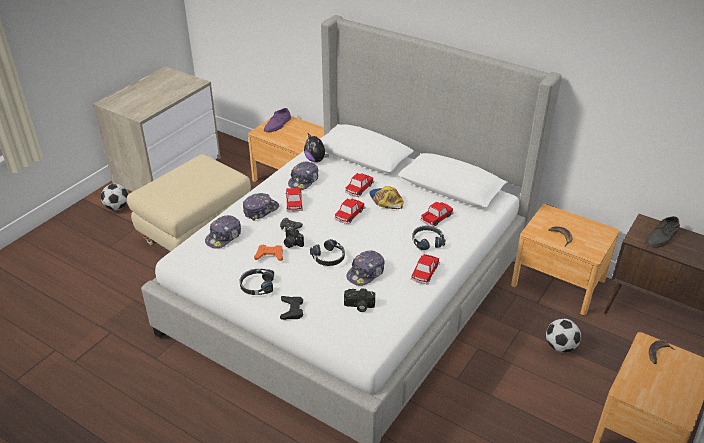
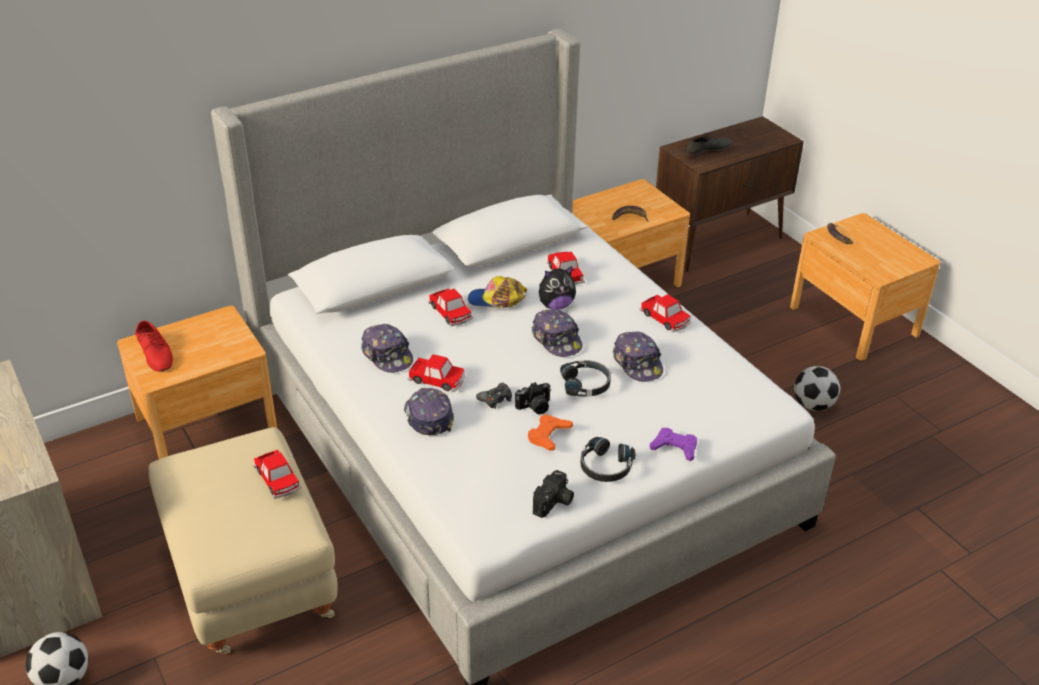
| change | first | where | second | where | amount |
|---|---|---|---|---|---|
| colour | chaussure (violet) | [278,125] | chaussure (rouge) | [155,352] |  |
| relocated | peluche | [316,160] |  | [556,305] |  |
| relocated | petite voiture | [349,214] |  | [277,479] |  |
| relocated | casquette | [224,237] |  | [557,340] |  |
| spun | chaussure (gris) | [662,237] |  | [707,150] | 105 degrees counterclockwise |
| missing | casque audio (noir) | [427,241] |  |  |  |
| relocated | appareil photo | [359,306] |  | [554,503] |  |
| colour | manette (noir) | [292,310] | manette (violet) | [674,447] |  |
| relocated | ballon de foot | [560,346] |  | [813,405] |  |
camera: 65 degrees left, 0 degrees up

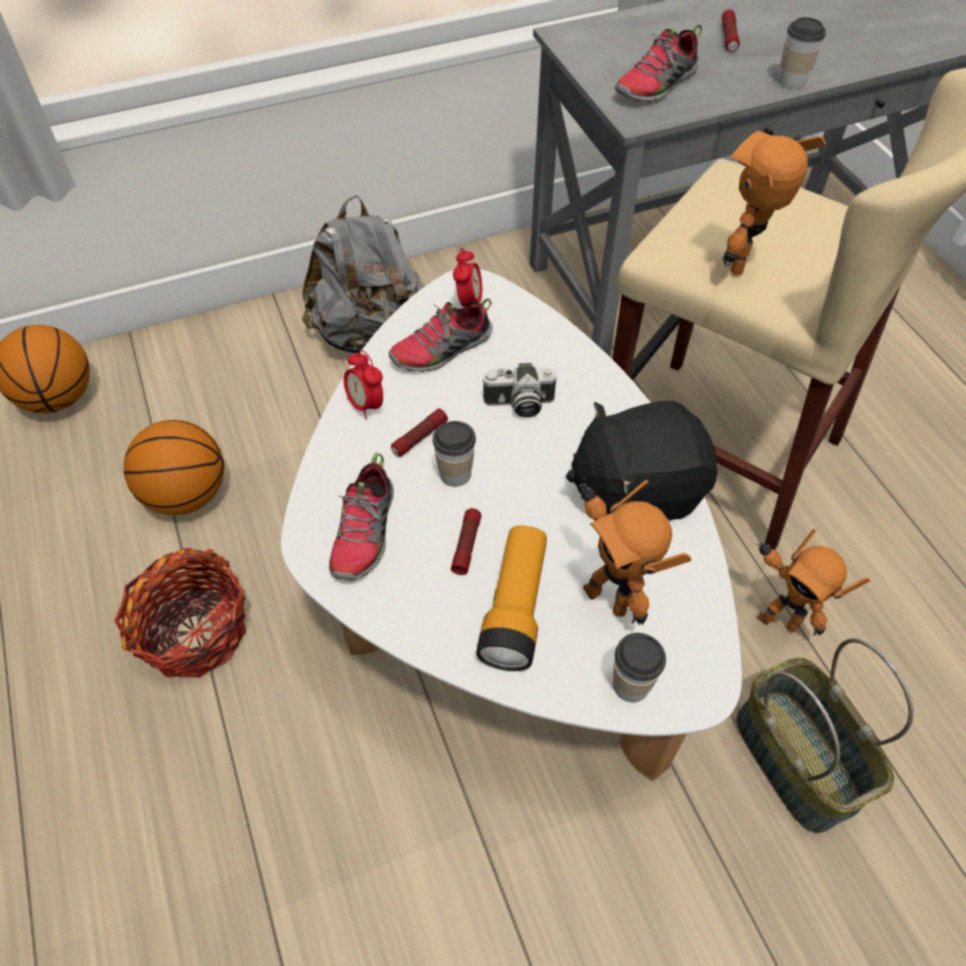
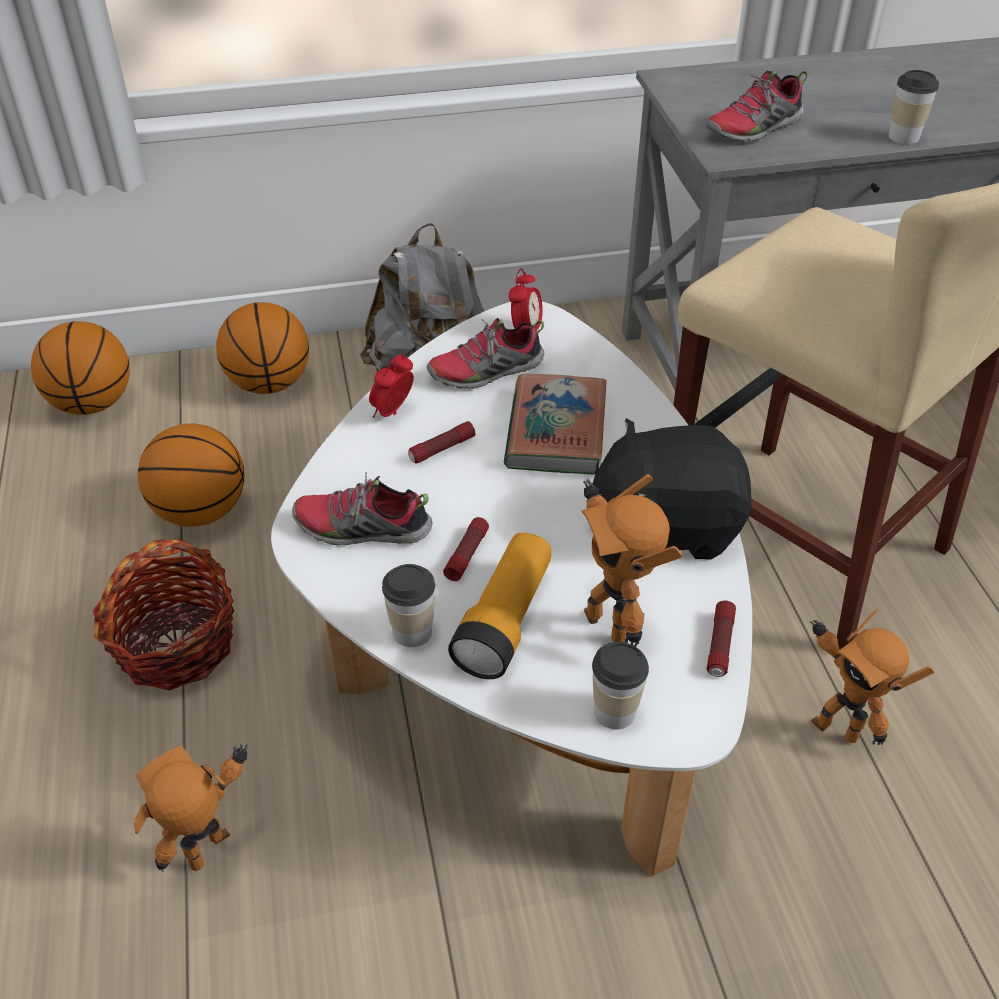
| change | first | where | second | where | amount |
|---|---|---|---|---|---|
| relocated | lampe de poche | [729,38] |  | [720,645] |  |
| relocated | robot jouet | [746,264] |  | [216,855] |  |
| spun | réveil | [366,405] |  | [393,412] | 60 degrees clockwise |
| exchanged | appareil photo | [518,404] | livre | [556,431] |  |
| relocated | tasse | [455,474] |  | [412,632] |  |
| spun | chaussure | [365,533] |  | [362,529] | 75 degrees clockwise |
| missing | panier | [798,760] |  |  |  |
| appeared |  |  | ballon de basket | [270,383] |  |
camera: 10 degrees right, 10 degrees down

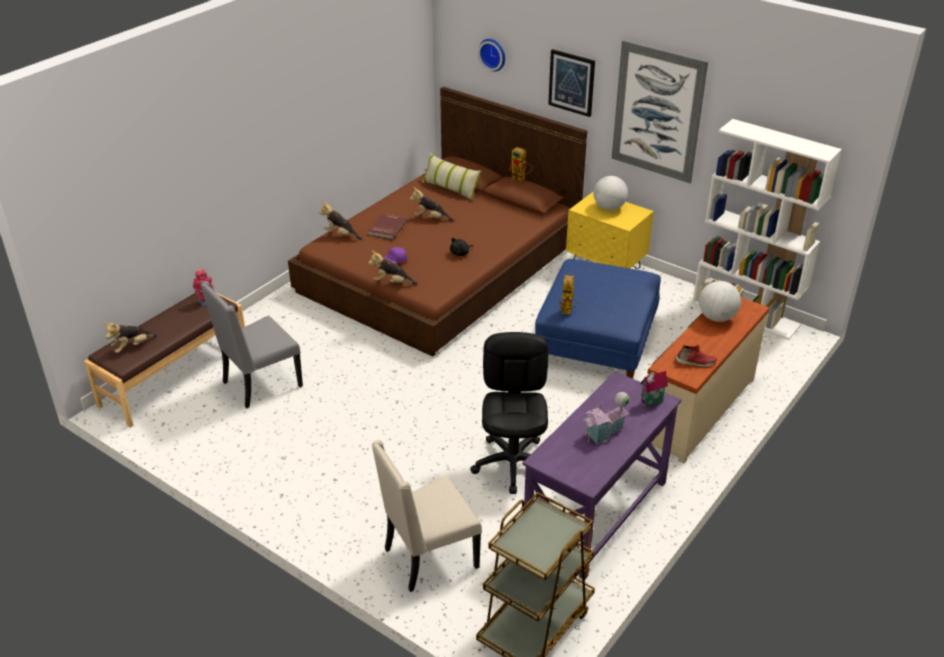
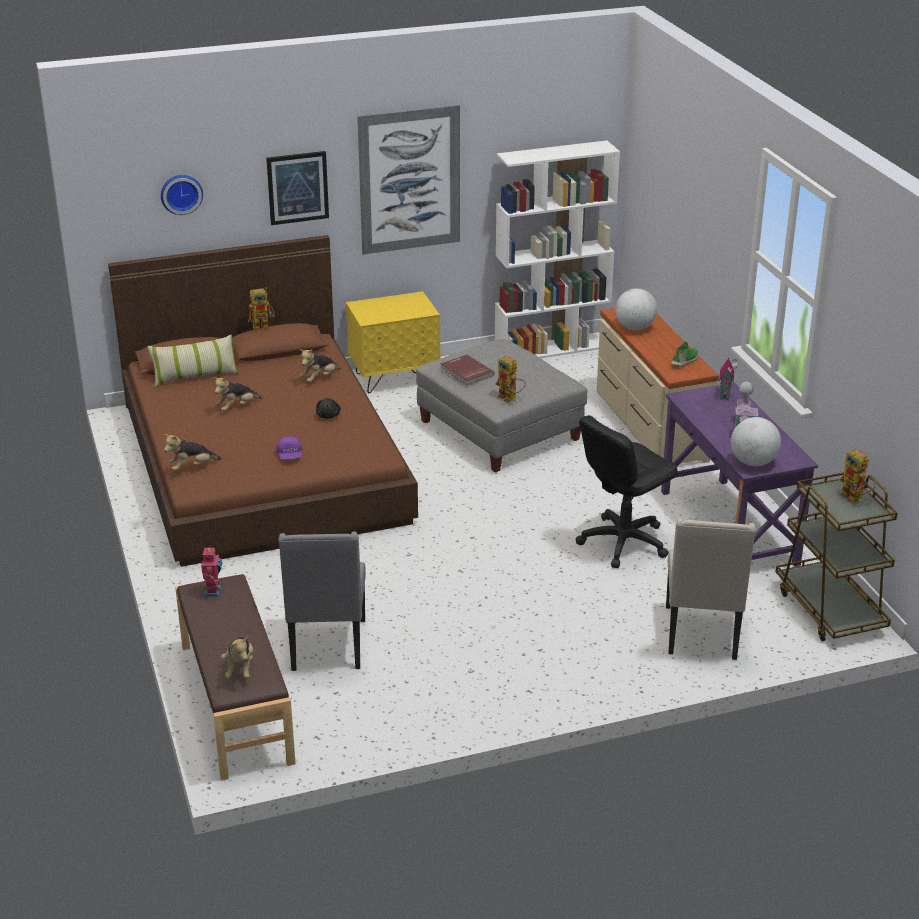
| change | first | where | second | where | amount |
|---|---|---|---|---|---|
| relocated | globe | [609,208] |  | [753,462] |  |
| relocated | livre (rouge) | [387,228] |  | [466,372] |  |
| relocated | peluche | [392,282] |  | [319,378] |  |
| colour | pouf (bleu) | [596,341] | pouf (gris) | [500,430] |  |
| spun | chaise de bureau (noir) | [513,463] |  | [623,542] | 75 degrees counterclockwise |
| colour | chaussure (rouge) | [695,363] | chaussure (vert) | [685,361] |  |
| appeared |  |  | robot jouet | [855,499] |  |
camera: 55 degrees left, 5 degrees down

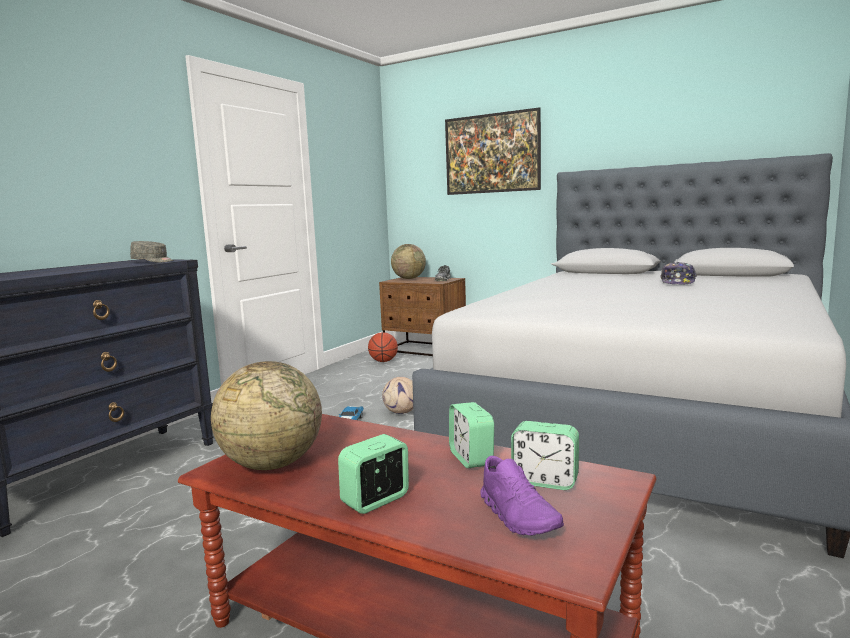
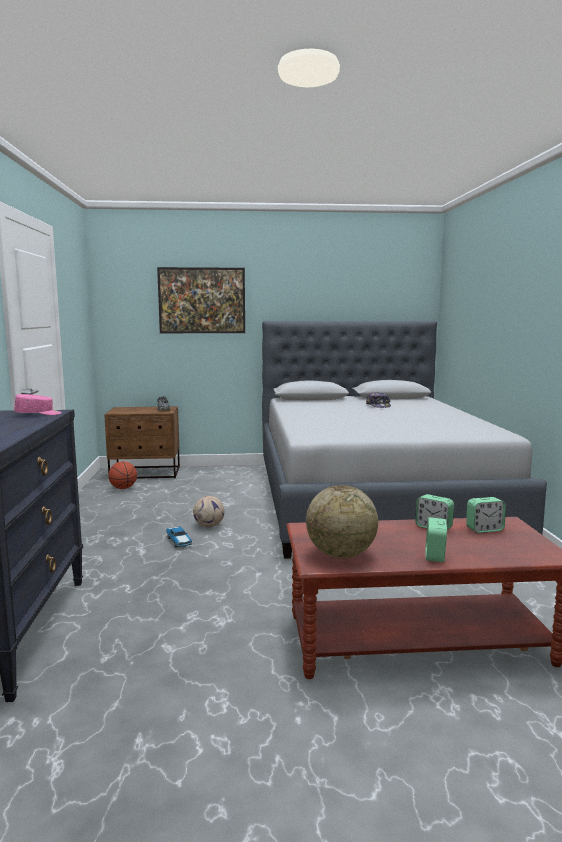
| change | first | where | second | where | amount |
|---|---|---|---|---|---|
| colour | casquette (gris) | [153,261] | casquette (rose) | [38,414] |  |
| missing | globe | [409,278] |  |  |  |
| missing | chaussure (violet) | [518,516] |  |  |  |
camera: 35 degrees left, 0 degrees up

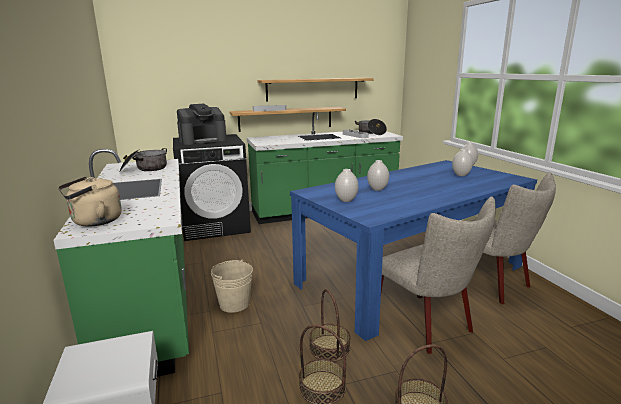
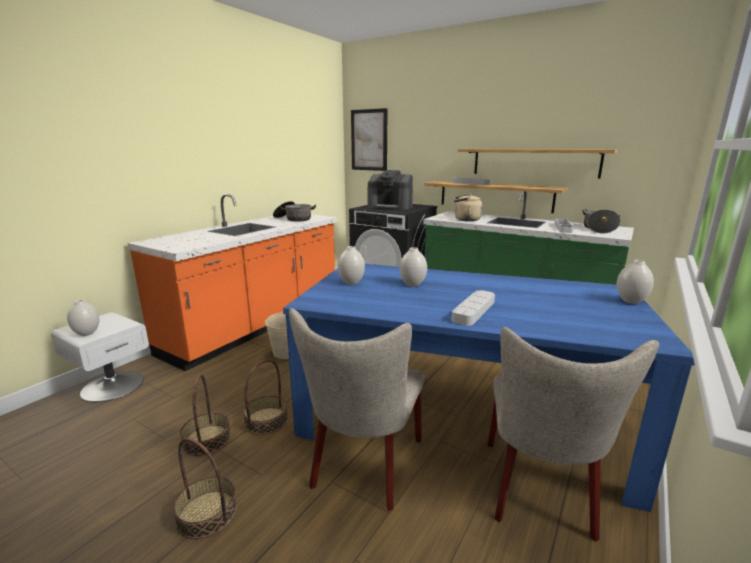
| change | first | where | second | where | amount |
|---|---|---|---|---|---|
| colour | comptoir de cuisine (vert) | [152,302] | comptoir de cuisine (orange) | [258,326] |  |
| relocated | vase (blanc) | [460,175] |  | [87,333] |  |
| relocated | bouilloire (beige) | [94,222] |  | [465,220] |  |
| appeared |  |  | tableau | [369,140] |  |
| appeared |  |  | plateau (gris) | [474,311] |  |
camera: 50 degrees right, 0 degrees up

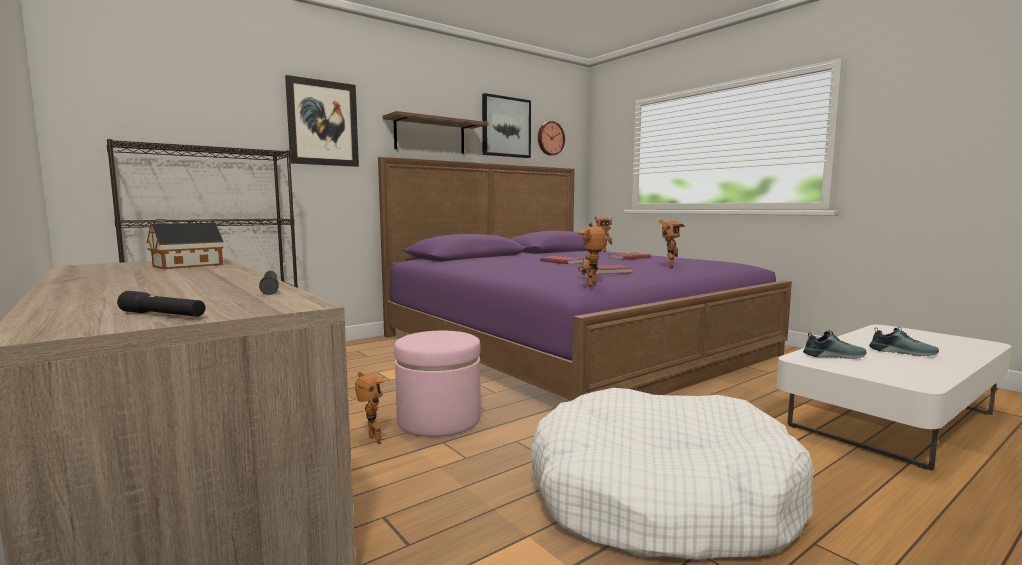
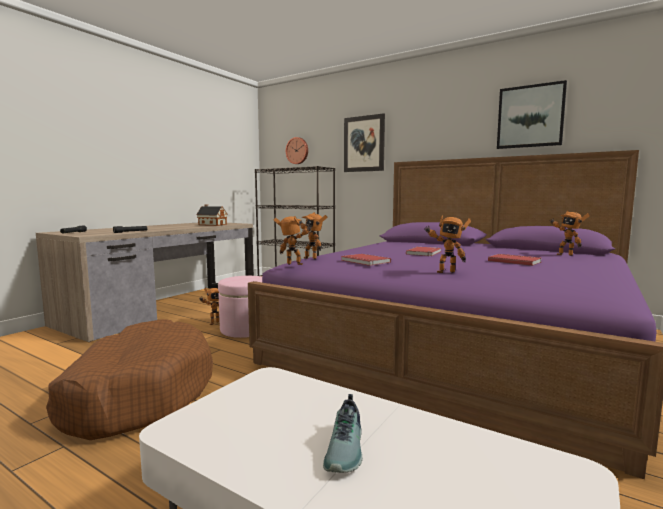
| change | first | where | second | where | amount |
|---|---|---|---|---|---|
| missing | étagère | [430,136] |  |  |  |
| relocated | horloge murale | [550,138] |  | [297,151] |  |
| missing | chaussure | [832,355] |  |  |  |
| colour | panier pour chien (blanc) | [661,499] | panier pour chien (marron) | [138,393] |  |
| appeared |  |  | robot jouet | [311,258] |  |
camera: 70 degrees right, 0 degrees up

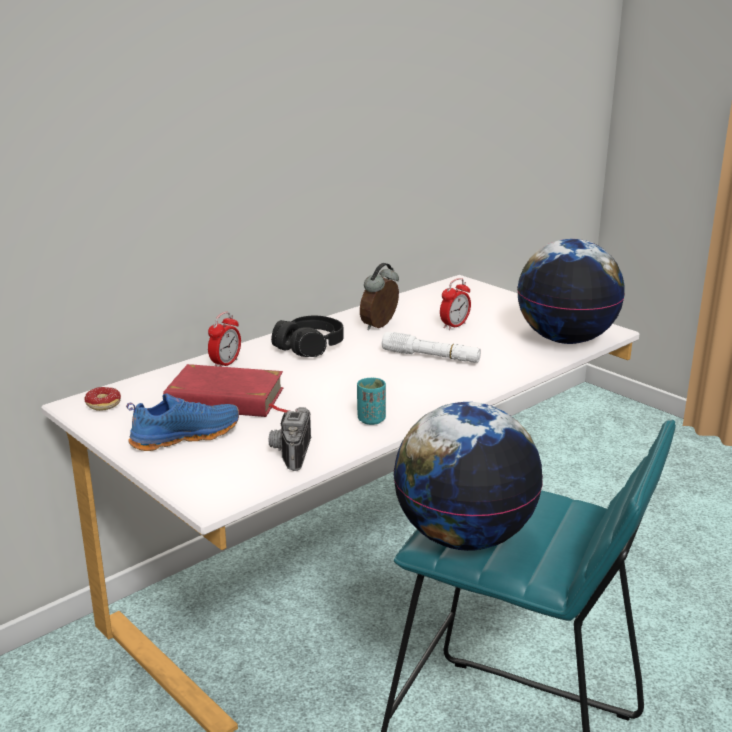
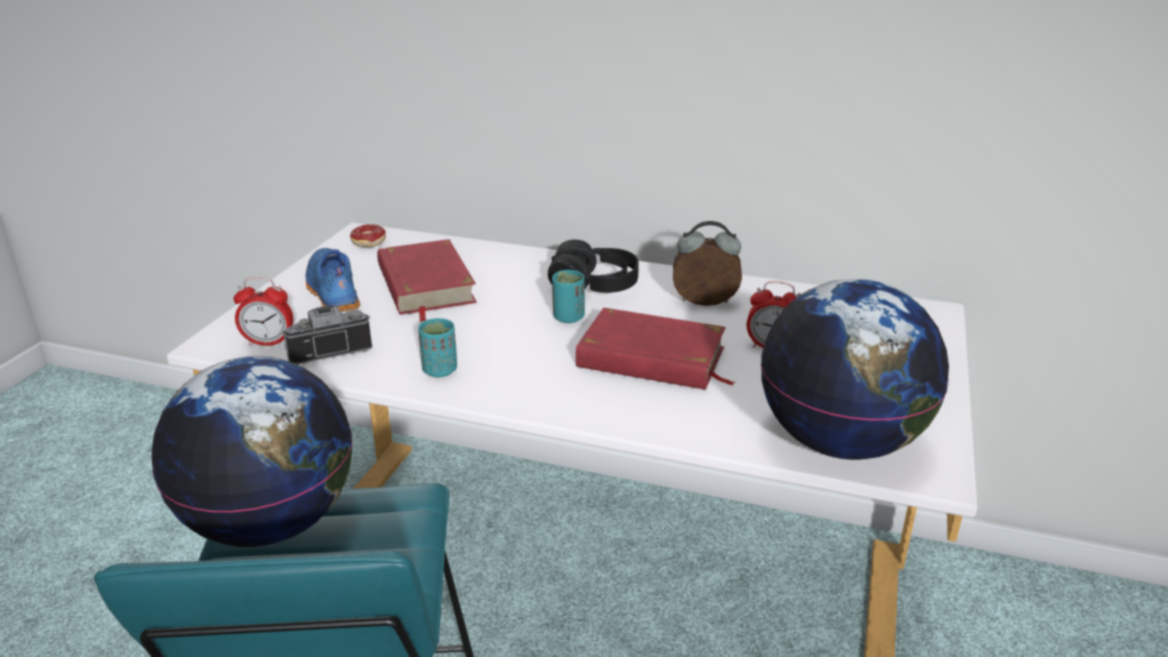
| change | first | where | second | where | amount |
|---|---|---|---|---|---|
| relocated | réveil | [225,364] |  | [269,342] |  |
| exchanged | lampe de poche (blanc) | [431,357] | livre (rouge) | [651,358] |  |
| spun | chaussure (bleu) | [185,436] |  | [331,292] | 150 degrees counterclockwise |
| appeared |  |  | tasse (turquoise) | [568,317] |  |
camera: 60 degrees right, 5 degrees up

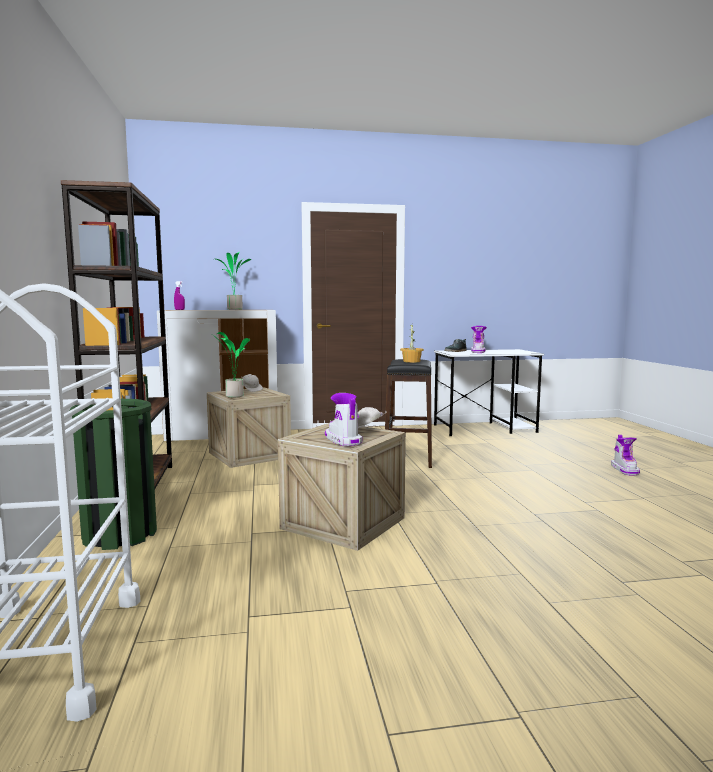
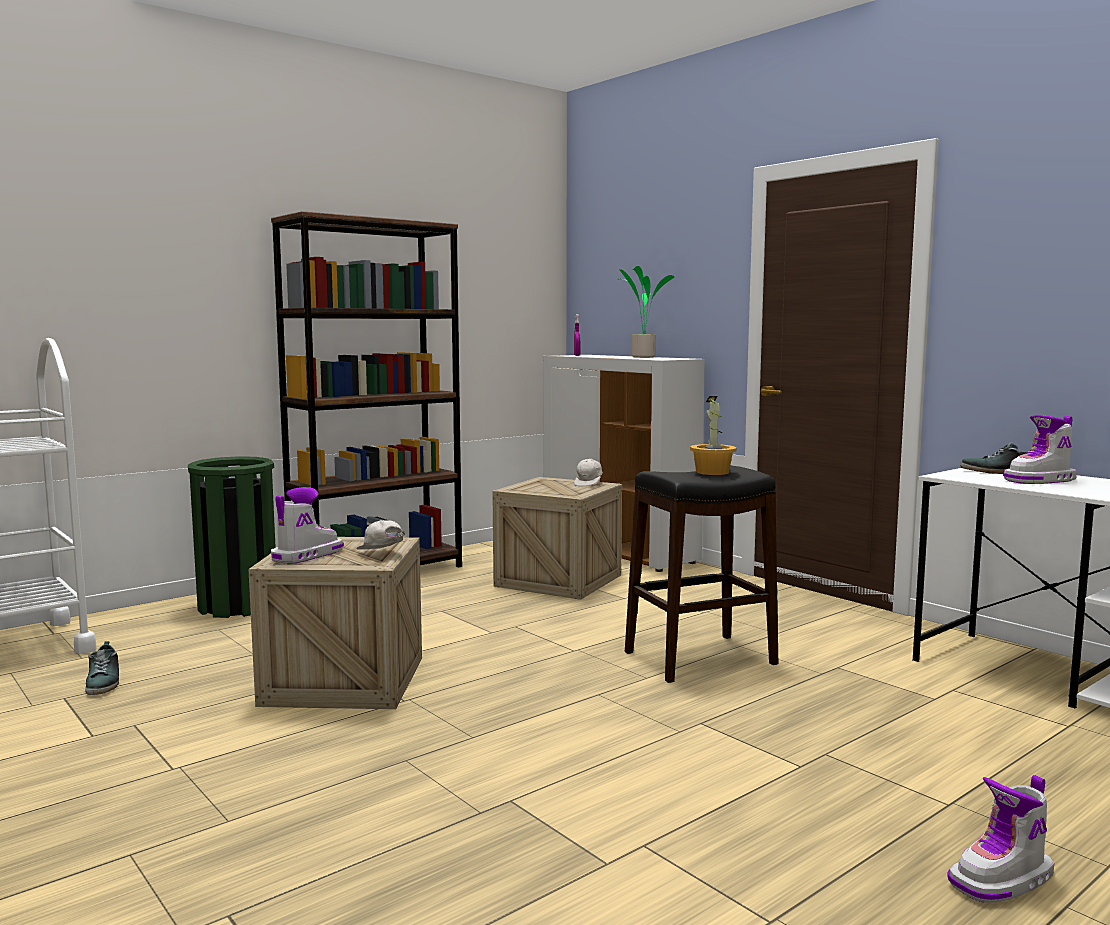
| change | first | where | second | where | amount |
|---|---|---|---|---|---|
| missing | plante en pot | [233,396] |  |  |  |
| appeared |  |  | chaussure | [104,682] |  |
camera: 60 degrees right, 0 degrees up

